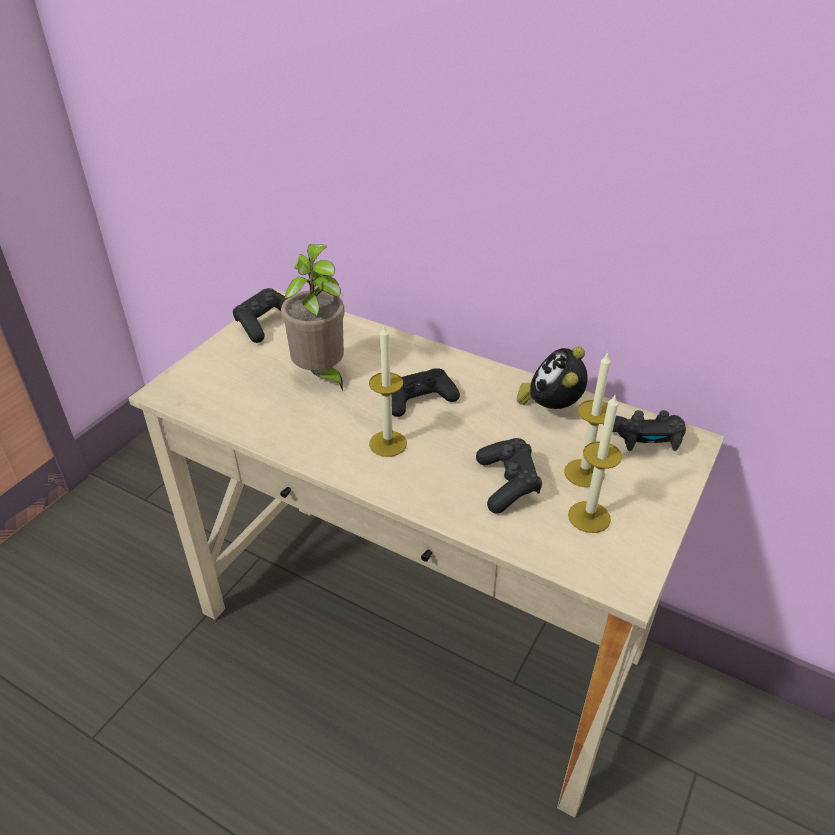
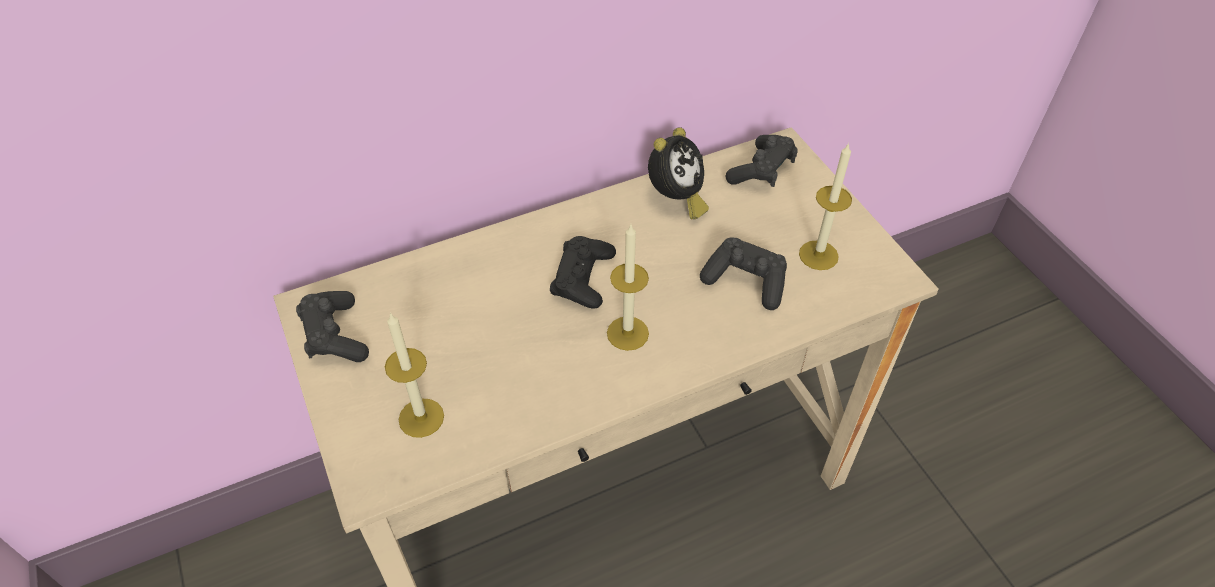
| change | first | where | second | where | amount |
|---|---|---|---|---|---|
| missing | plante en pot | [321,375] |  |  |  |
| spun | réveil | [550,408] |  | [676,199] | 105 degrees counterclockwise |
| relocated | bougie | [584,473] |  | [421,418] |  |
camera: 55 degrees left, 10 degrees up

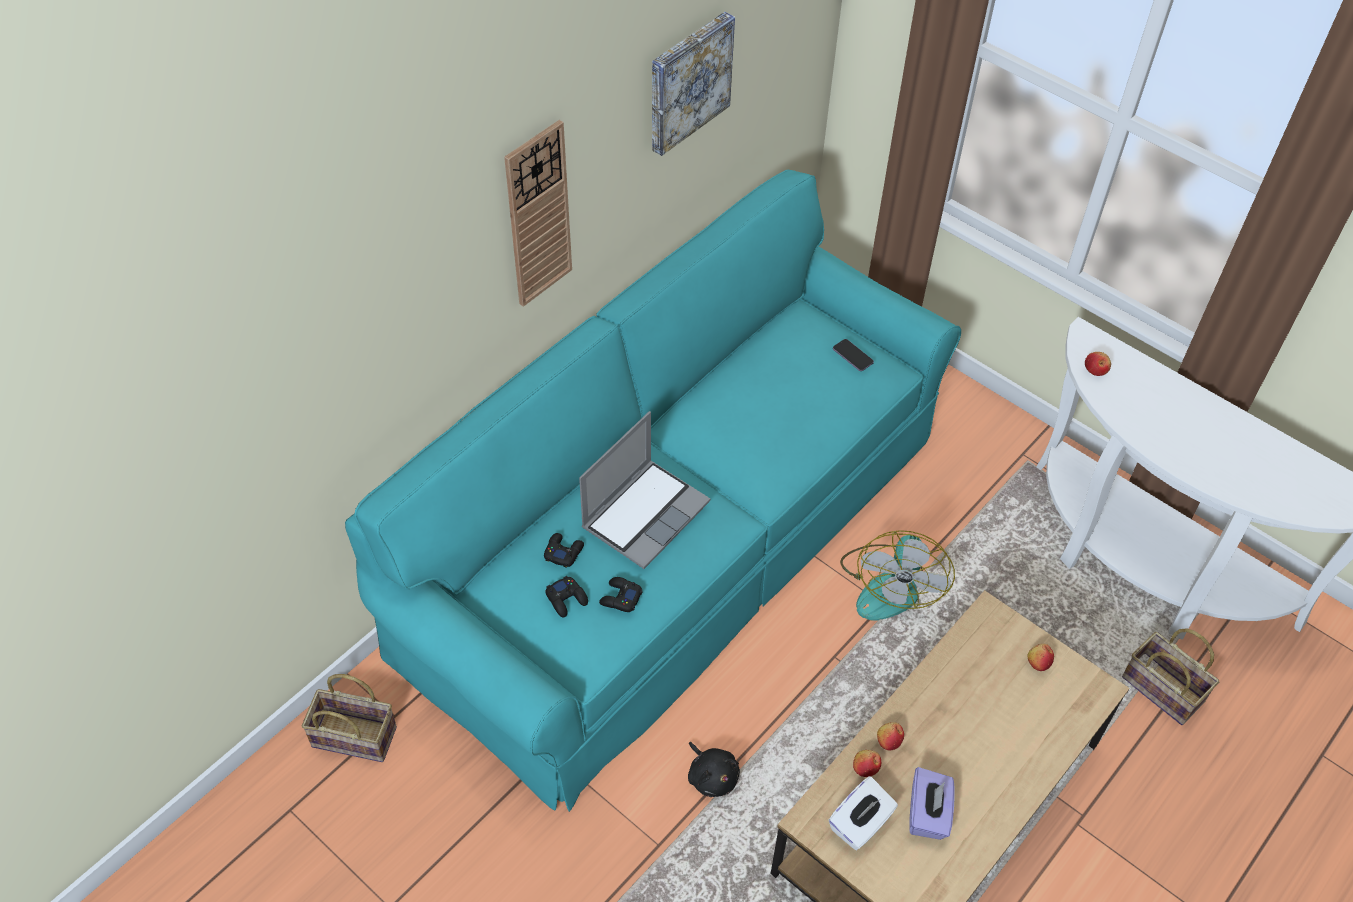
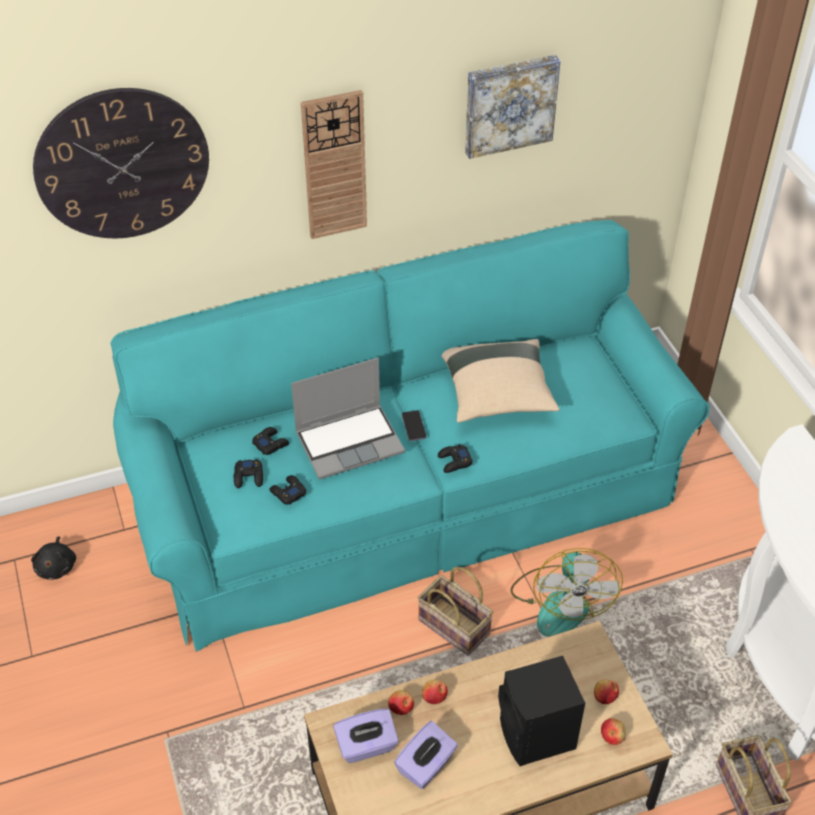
| change | first | where | second | where | amount |
|---|---|---|---|---|---|
| relocated | téléphone | [852,356] |  | [413,426] |  |
| relocated | pomme | [1095,370] |  | [612,736] |  |
| spun | ventilateur | [890,584] |  | [560,601] | 45 degrees counterclockwise |
| relocated | panier | [357,736] |  | [456,627] |  |
| relocated | peluche (noir) | [712,776] |  | [57,566] |  |
| colour | boîte à mouchoirs (blanc) | [860,824] | boîte à mouchoirs (violet) | [366,746] |  |
| appeared |  |  | horloge murale | [122,164] |  |
| appeared |  |  | coussin (beige) | [497,394] |  |
| appeared |  |  | manette (noir) | [454,462] |  |
| appeared |  |  | enceinte (noir) | [537,737] |  |
camera: 30 degrees right, 5 degrees down

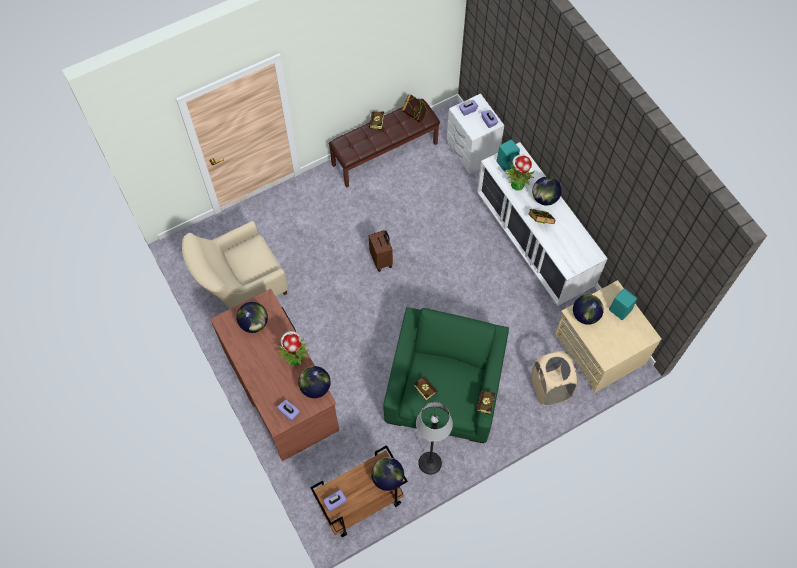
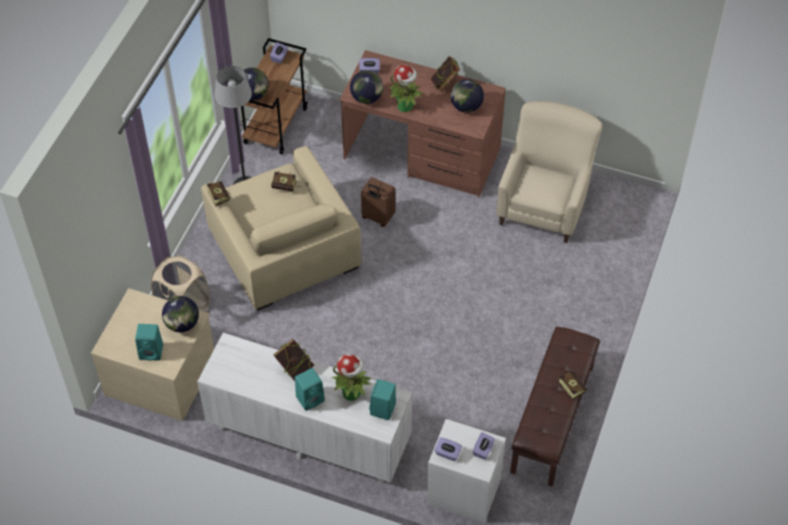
| change | first | where | second | where | amount |
|---|---|---|---|---|---|
| relocated | livre | [414,115] |  | [444,84] |  |
| exchanged | globe | [544,198] | enceinte (turquoise) | [311,398] |  |
| relocated | valise (marron) | [382,260] |  | [377,217] |  |
| colour | fauteuil (vert) | [445,387] | fauteuil (beige) | [283,247] |  |
camera: 140 degrees right, 10 degrees down

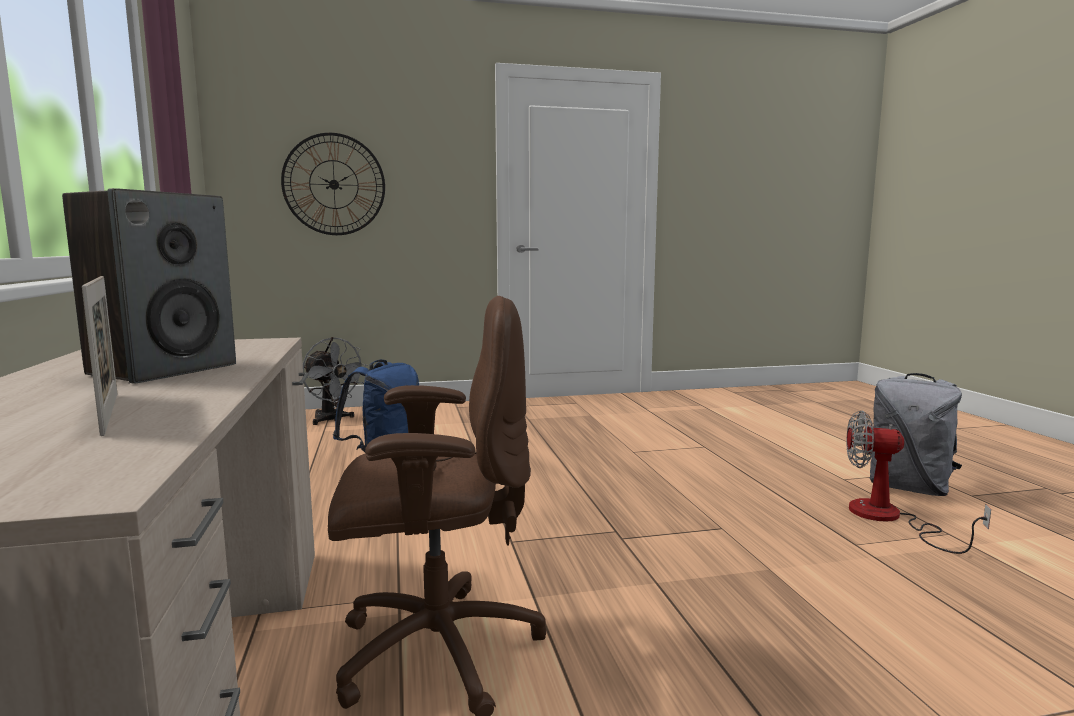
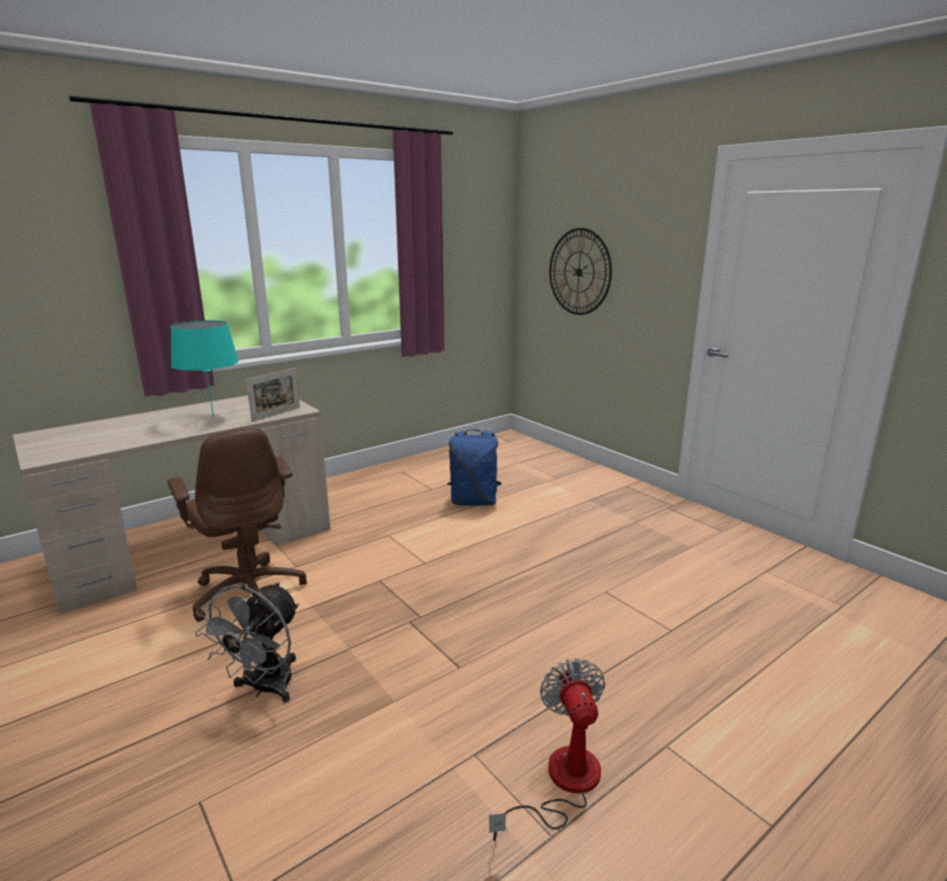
| change | first | where | second | where | amount |
|---|---|---|---|---|---|
| exchanged | enceinte | [164,370] | lampe de table (turquoise) | [213,417] |  |
| relocated | cadre photo | [109,412] |  | [276,414] |  |
| relocated | ventilateur (gris) | [332,420] |  | [264,689] |  |
| missing | sac à dos (gris) | [909,488] |  |  |  |
camera: 65 degrees right, 10 degrees up

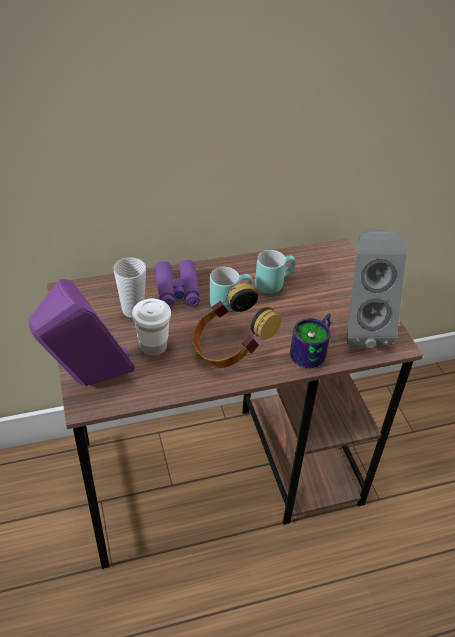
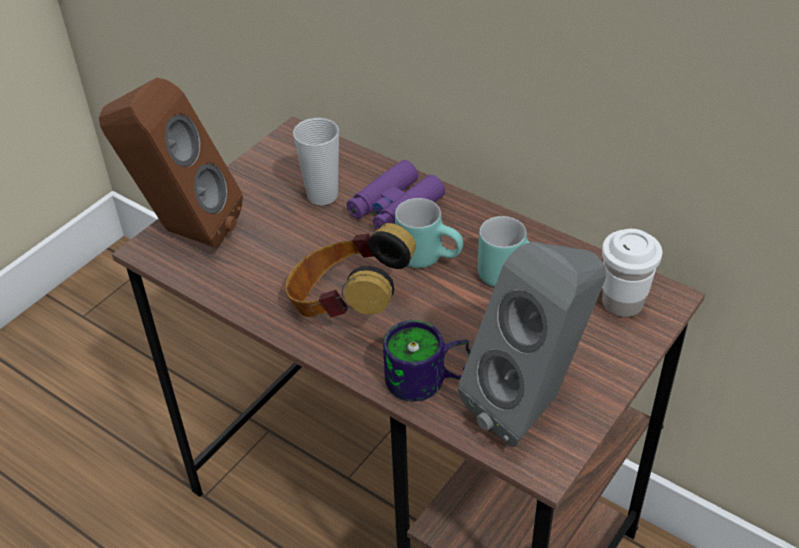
| change | first | where | second | where | amount |
|---|---|---|---|---|---|
| colour | enceinte (violet) | [88,381] | enceinte (marron) | [184,230] |  |
| relocated | tasse (blanc) | [153,346] |  | [622,303] |  |
camera: 55 degrees right, 0 degrees up

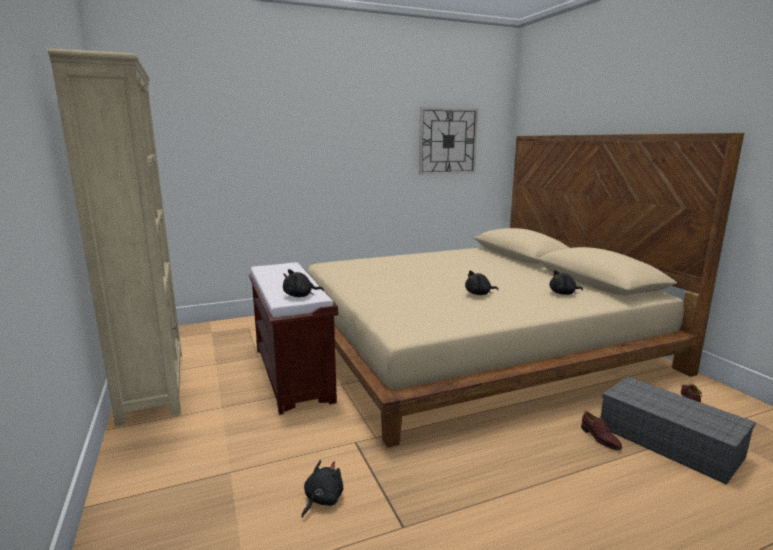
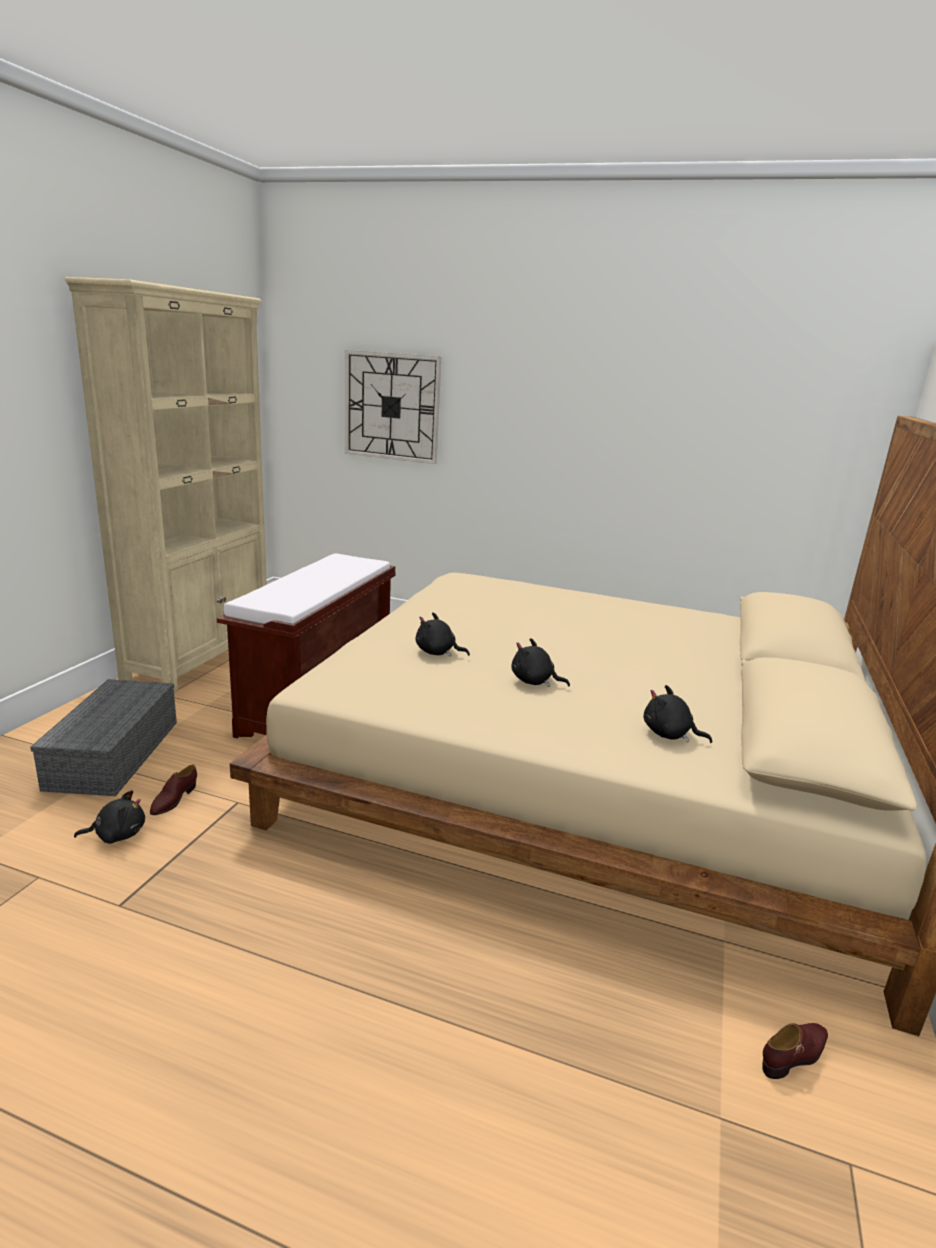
| change | first | where | second | where | amount |
|---|---|---|---|---|---|
| relocated | horloge murale | [448,141] |  | [391,407] |  |
| relocated | peluche (noir) | [300,296] |  | [437,652] |  |
| relocated | boîte de rangement (gris) | [671,441] |  | [115,755] |  |
| relocated | chaussure (marron) | [600,438] |  | [173,799] |  |
camera: 40 degrees right, 5 degrees up

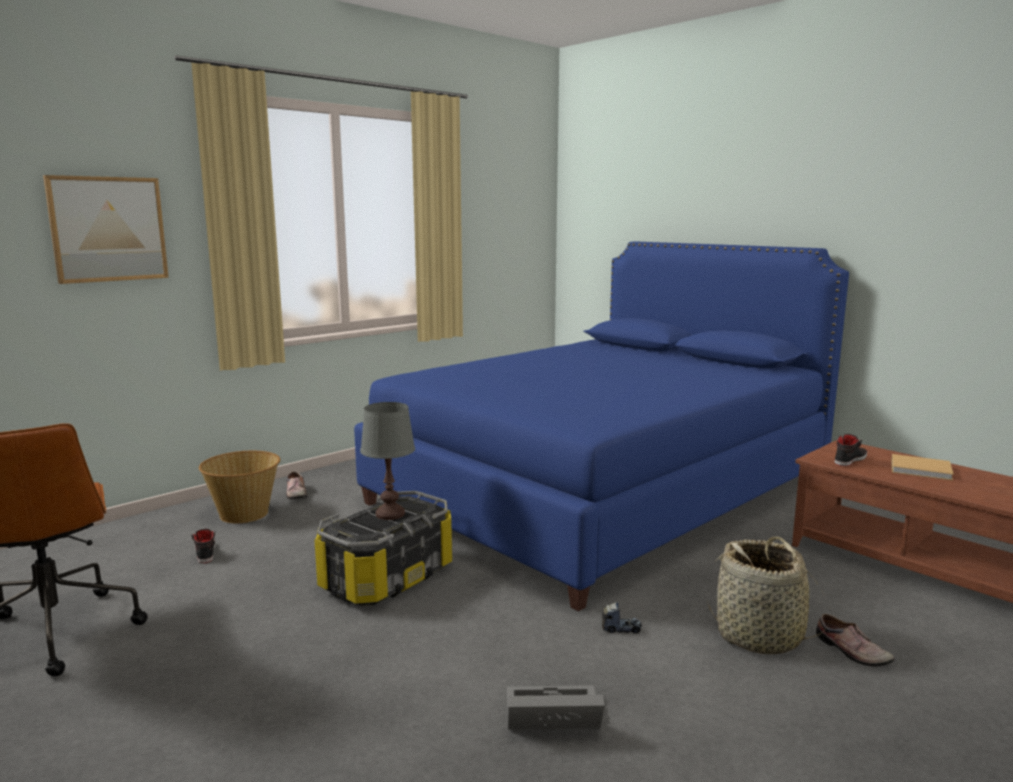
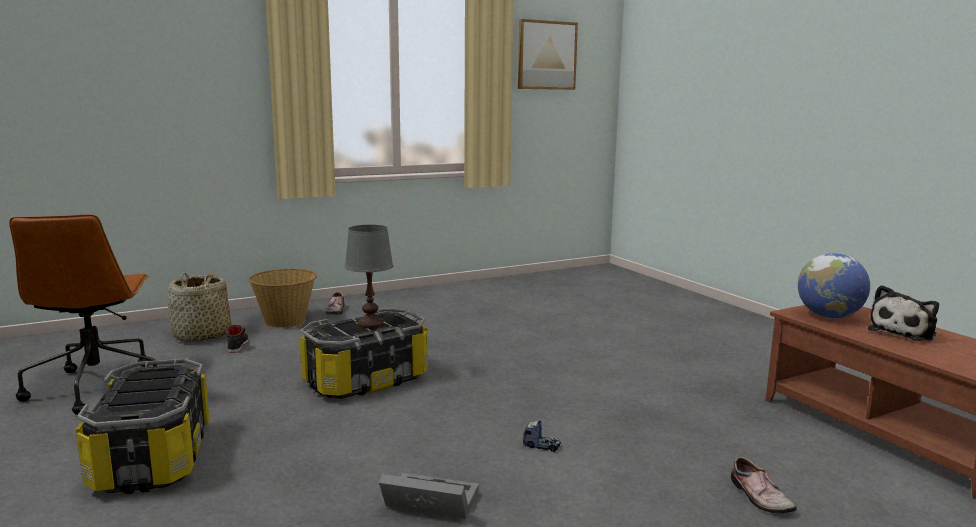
| change | first | where | second | where | amount |
|---|---|---|---|---|---|
| relocated | tableau | [108,229] |  | [546,55] |  |
| missing | lit (bleu) | [602,491] |  |  |  |
| exchanged | chaussure (noir) | [850,460] | globe | [829,316] |  |
| exchanged | livre (beige) | [923,470] | peluche | [904,332] |  |
| relocated | panier | [760,636] |  | [202,336] |  |
| appeared |  |  | boîte de rangement | [152,458] |  |
camera: 15 degrees right, 0 degrees up

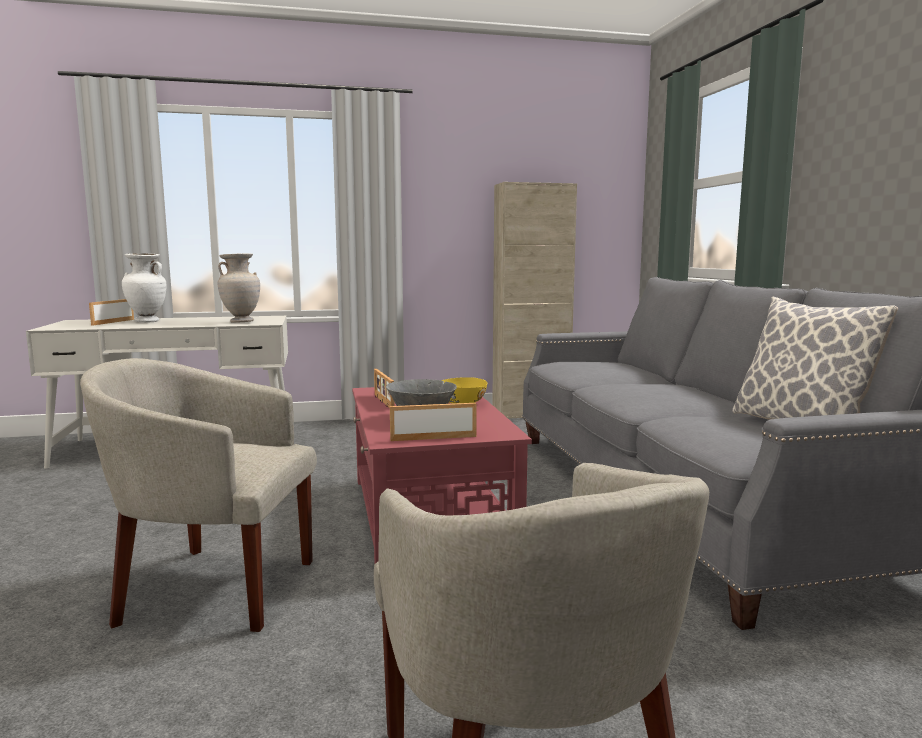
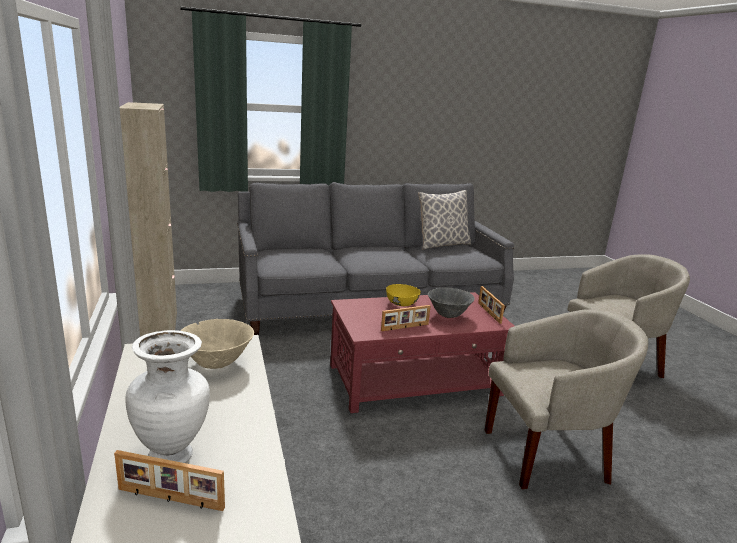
| change | first | where | second | where | amount |
|---|---|---|---|---|---|
| exchanged | vase (beige) | [241,322] | bol (beige) | [216,364] |  |
| spun | fauteuil (beige) | [212,588] |  | [548,453] | 105 degrees counterclockwise |
camera: 95 degrees left, 10 degrees up

